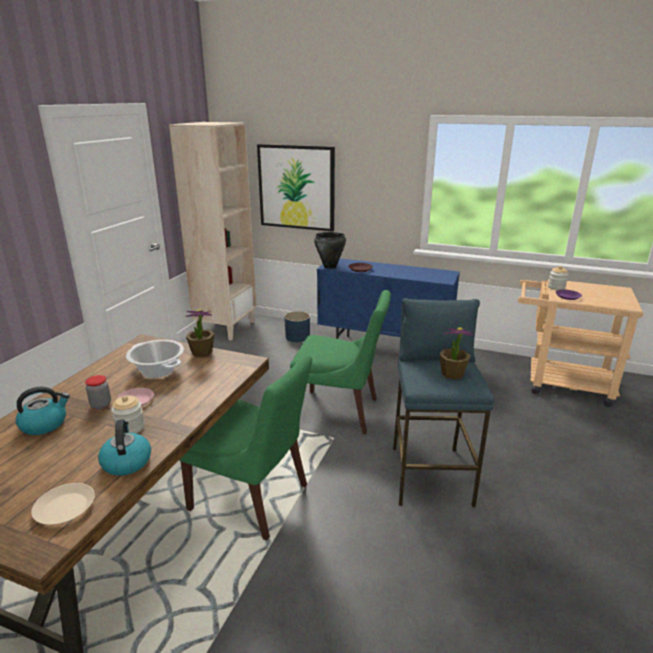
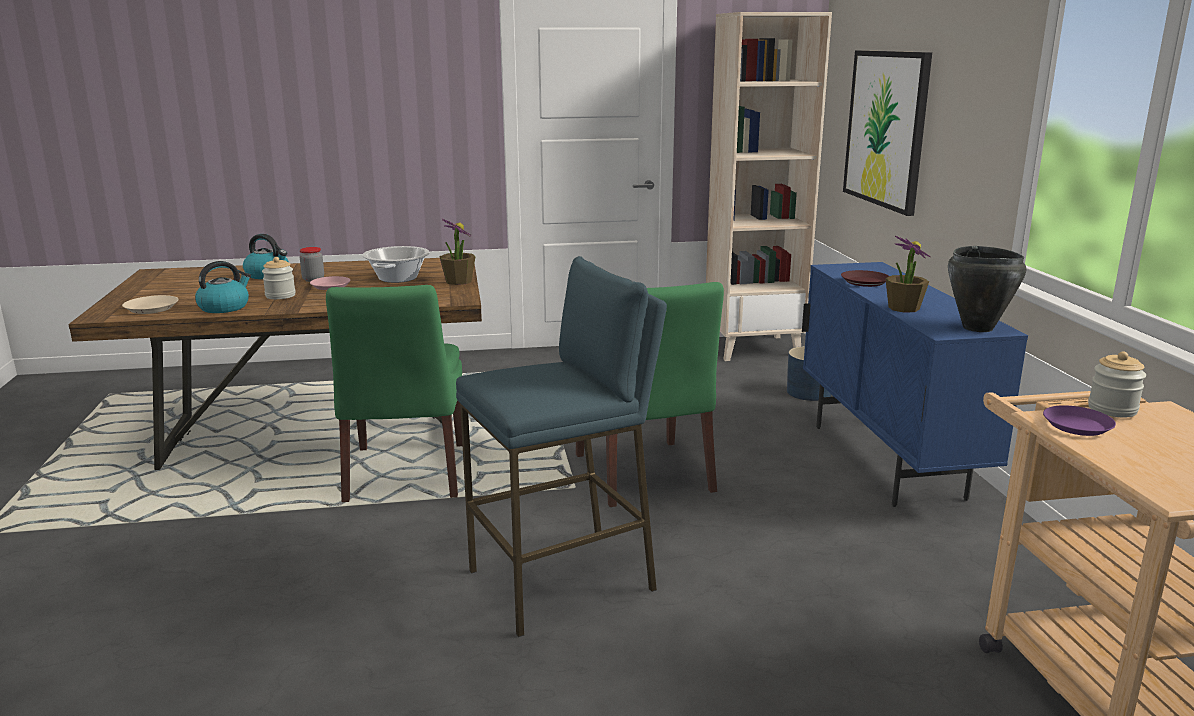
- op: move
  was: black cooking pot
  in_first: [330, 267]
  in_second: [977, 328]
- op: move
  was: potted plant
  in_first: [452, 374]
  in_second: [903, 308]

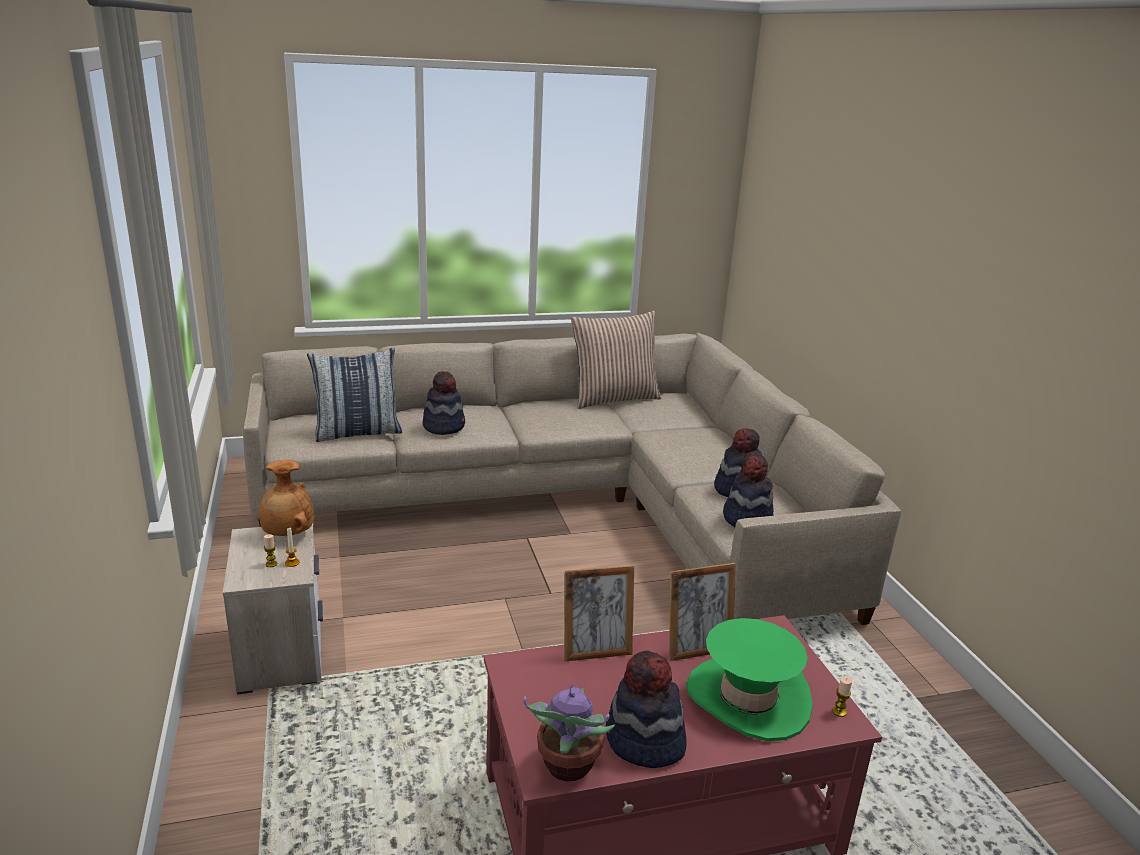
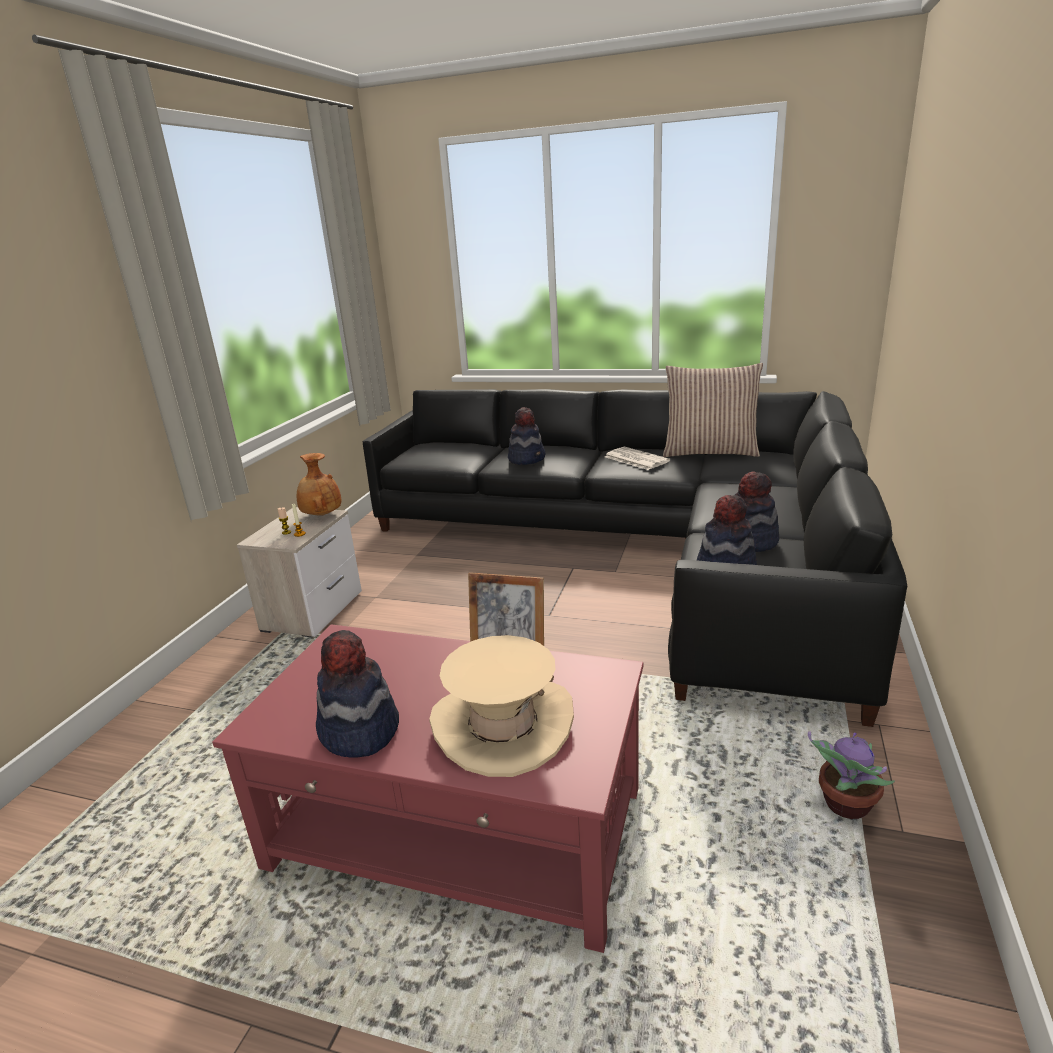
- op: recolor
  was: beige sofa
  now: black sofa
  in_first: [574, 504]
  in_second: [643, 548]
- op: delete
  was: pillow
  in_first: [357, 432]
- op: move
  was: potted plant
  in_first: [567, 767]
  in_second: [845, 806]
- op: delete
  was: picture frame
  in_first: [596, 651]
- op: recolor
  was: green hat
  now: beige hat
  in_first: [748, 698]
  in_second: [503, 725]
- op: delete
  was: candle
  in_first: [839, 712]
- op: insert
  now: newspaper
  in_second: [635, 459]

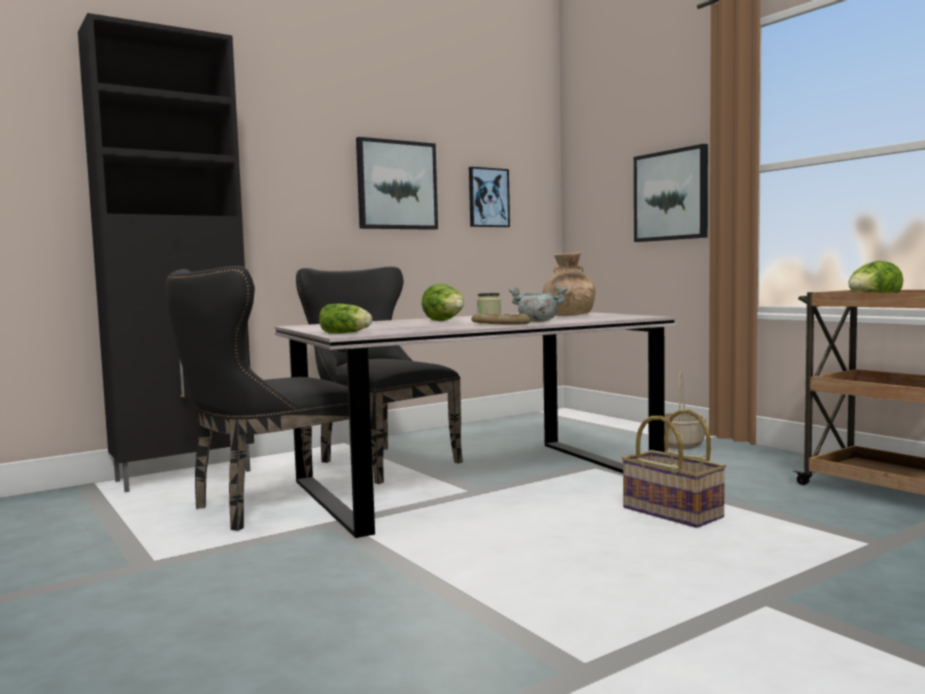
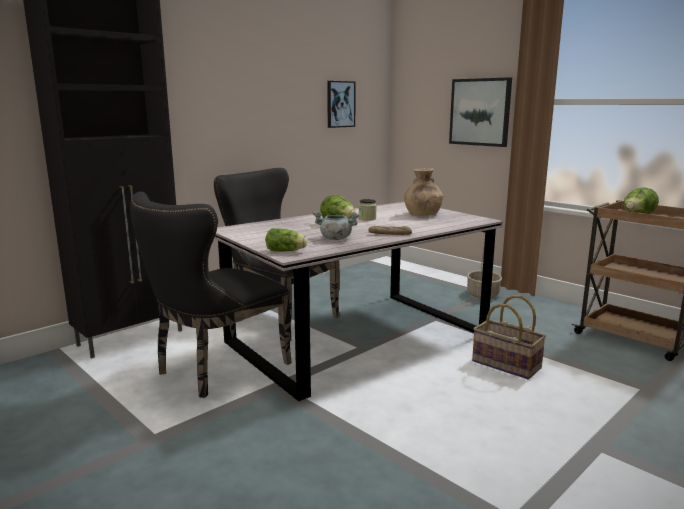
- op: delete
  was: picture
  in_first: [396, 185]
- op: move
  was: grey cooking pot
  in_first: [537, 321]
  in_second: [335, 238]

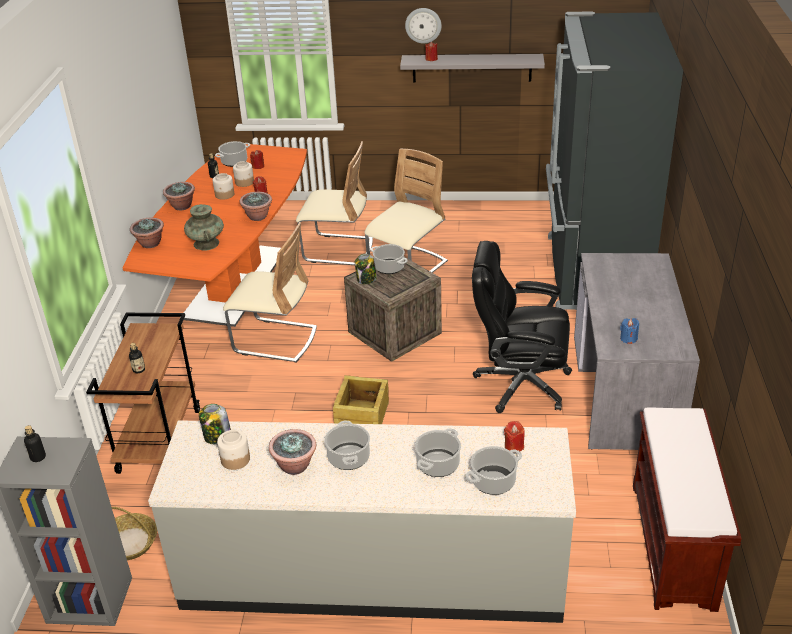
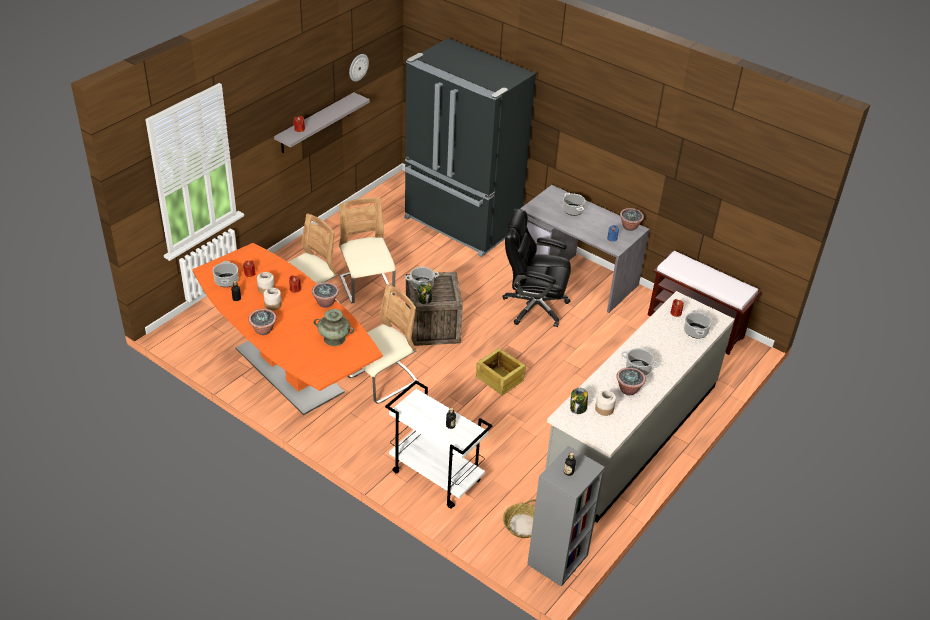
- op: recolor
  was: brown cart
  now: white cart
  in_first: [159, 440]
  in_second: [435, 476]
- op: move
  was: potted plant
  in_first: [150, 244]
  in_second: [630, 227]
- op: move
  was: wall clock
  in_first: [423, 25]
  in_second: [358, 67]
- op: move
  was: cooking pot
  in_first: [438, 464]
  in_second: [572, 210]
- op: rotate
  was: black office chair
  in_first: [520, 384]
  in_second: [533, 306]
  clockwise: 60

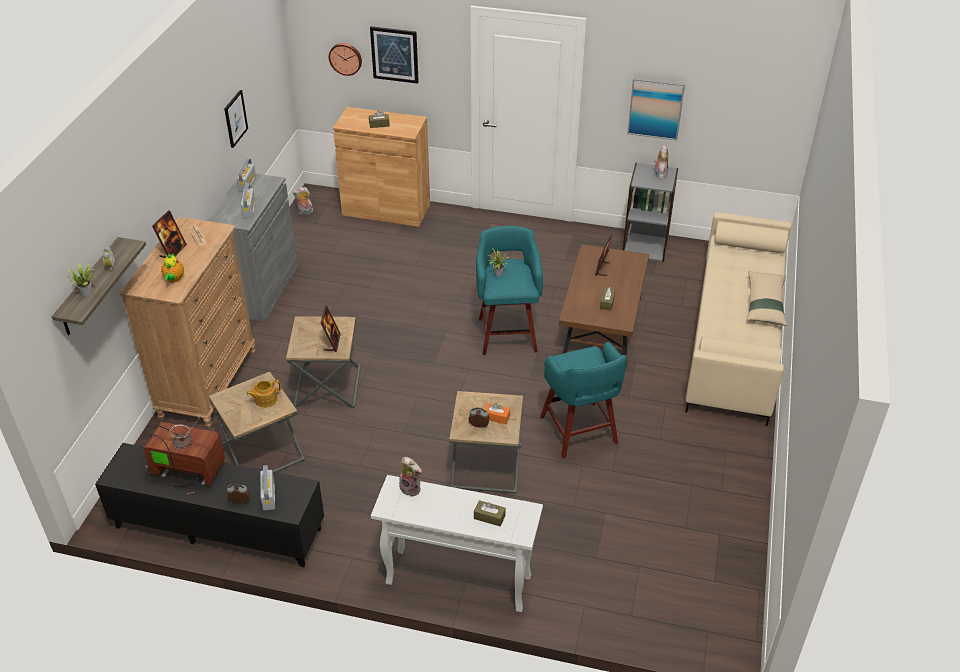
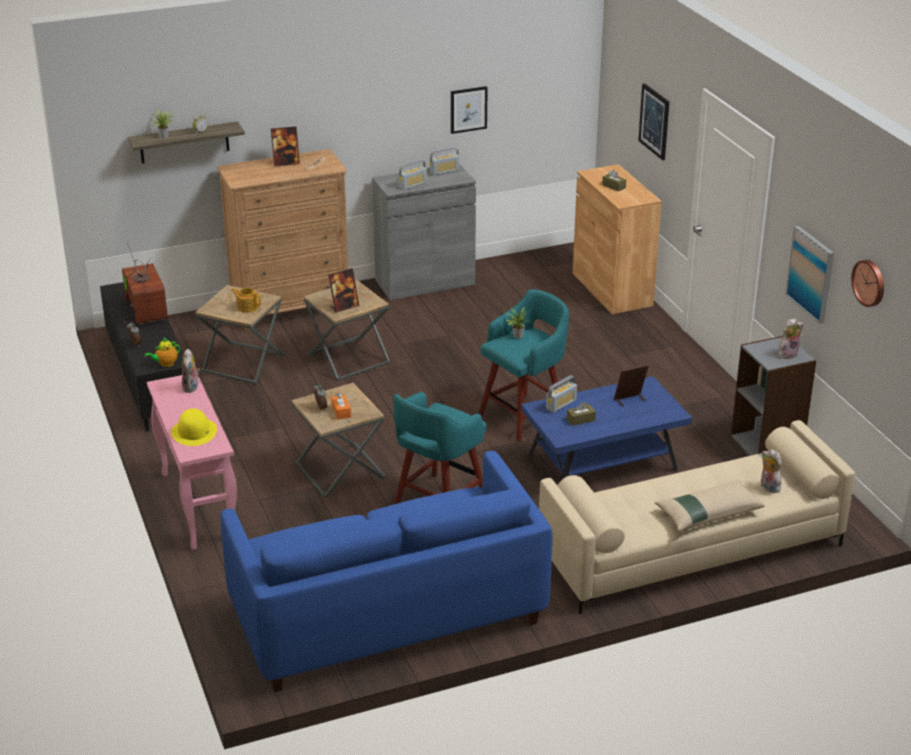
- op: move
  was: teapot
  in_first: [174, 279]
  in_second: [165, 364]
- op: move
  was: radio
  in_first: [269, 496]
  in_second: [561, 404]
- op: move
  was: plush toy
  in_first: [304, 212]
  in_second: [768, 487]
- op: move
  was: wall clock
  in_first: [345, 58]
  in_second: [870, 282]
- op: recolor
  was: white console table
  now: pink console table
  in_first: [457, 580]
  in_second: [197, 506]
- op: replace
  was: brown tissue box
  now: yellow hat
  in_first: [489, 517]
  in_second: [194, 432]
- op: recolor
  was: brown coffee table
  now: blue coffee table
  in_first: [602, 326]
  in_second: [602, 463]
- op: insert
  now: blue sofa
  in_second: [386, 614]

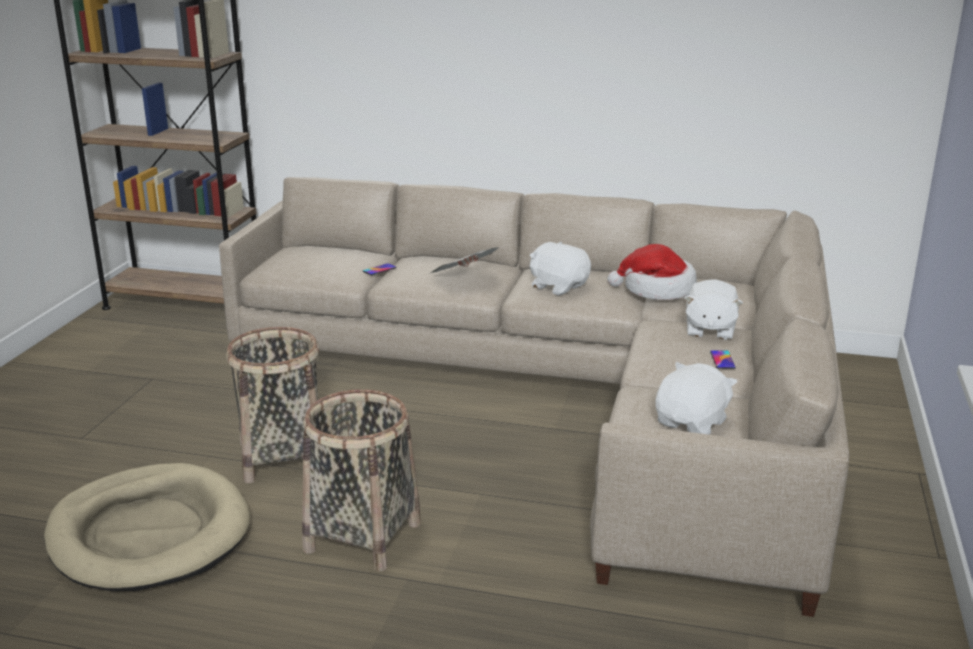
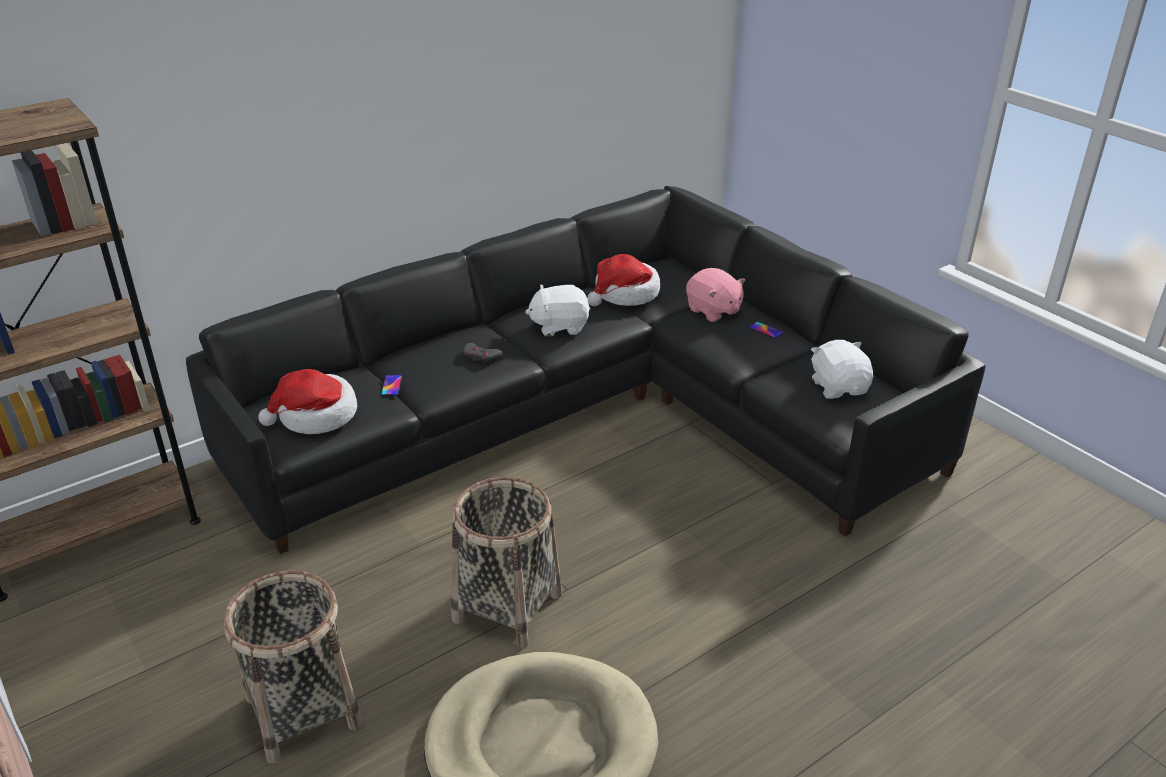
- op: recolor
  was: beige sofa
  now: black sofa
  in_first: [570, 395]
  in_second: [597, 415]
- op: move
  was: basket
  in_first: [362, 537]
  in_second: [303, 712]
- op: replace
  was: newspaper
  now: grey game controller
  in_first: [463, 278]
  in_second: [481, 356]
- op: recolor
  was: white plush toy
  now: pink plush toy
  in_first: [709, 330]
  in_second: [713, 311]
- op: insert
  now: hat
  in_second: [315, 416]

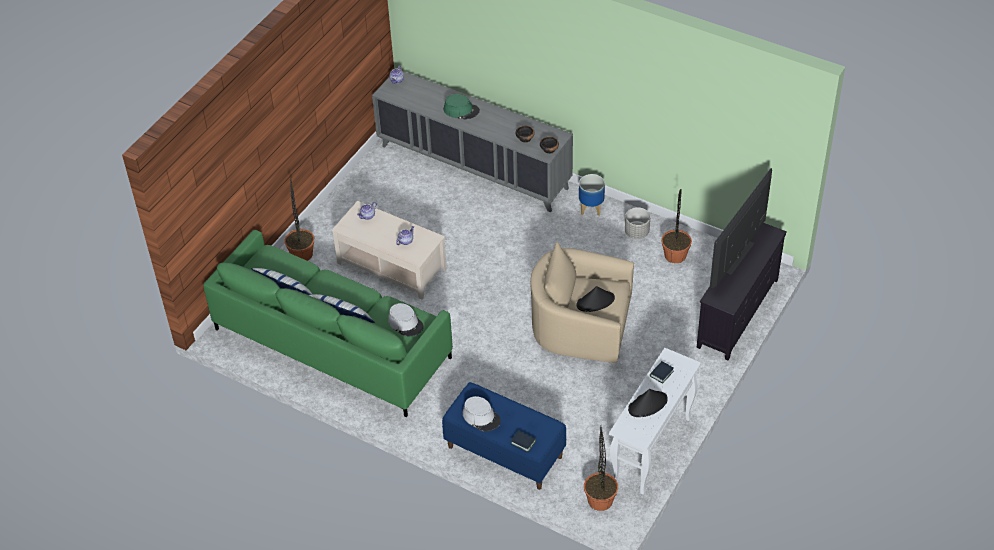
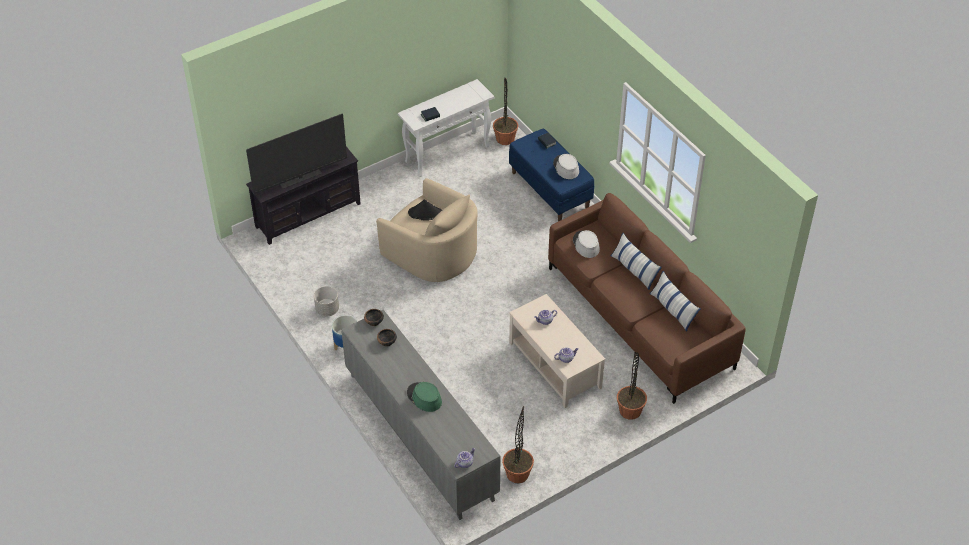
- op: recolor
  was: green sofa
  now: brown sofa
  in_first: [332, 343]
  in_second: [639, 317]
- op: delete
  was: black hat
  in_first: [648, 404]
- op: move
  was: potted plant
  in_first: [675, 255]
  in_second: [517, 474]

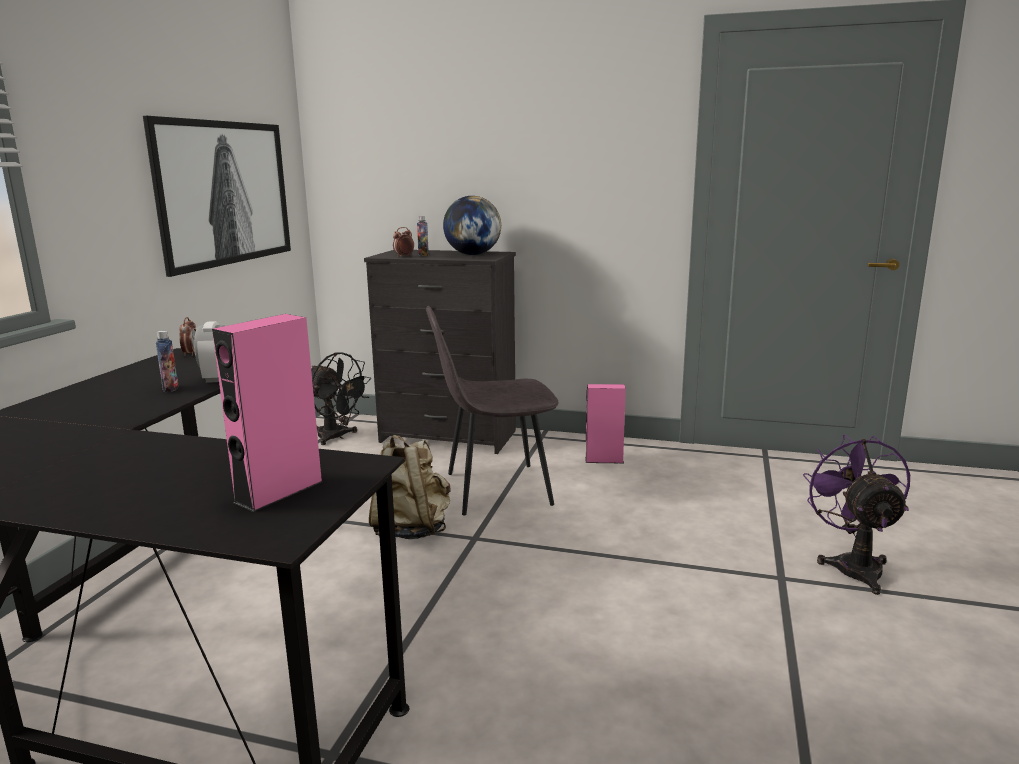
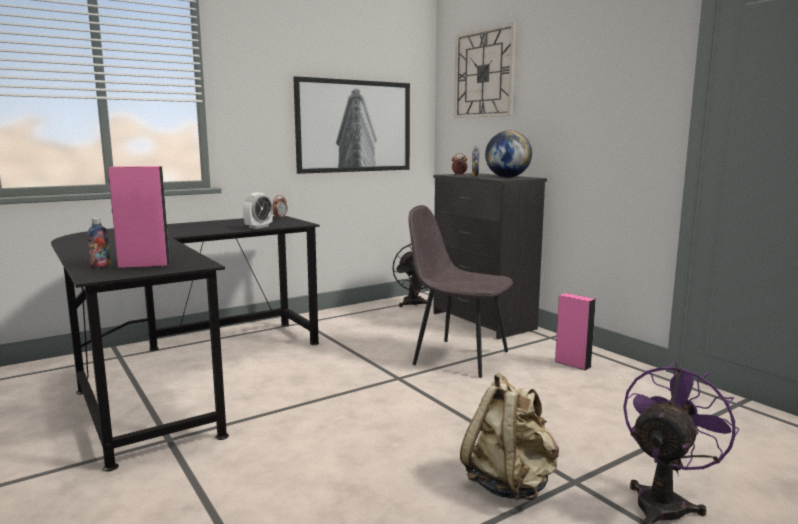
- op: move
  was: bottle
  in_first: [170, 389]
  in_second: [101, 267]
- op: move
  was: beige backpack
  in_first: [411, 529]
  in_second: [509, 484]
- op: insert
  now: wall clock
  in_second: [484, 73]

